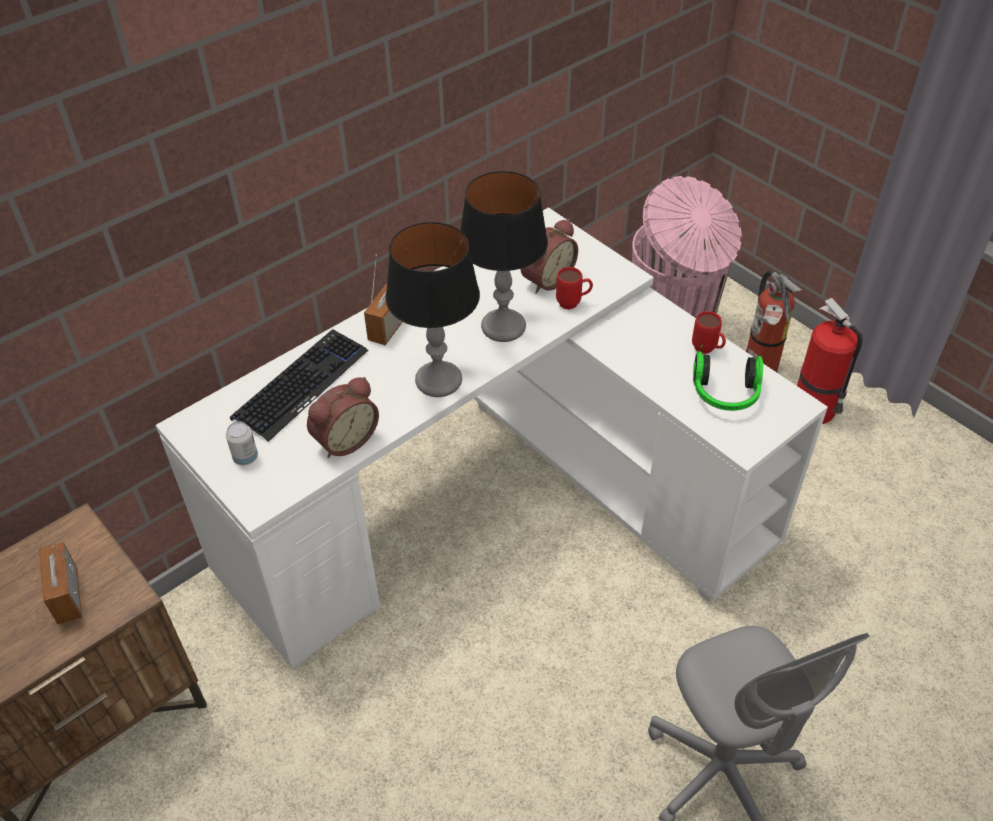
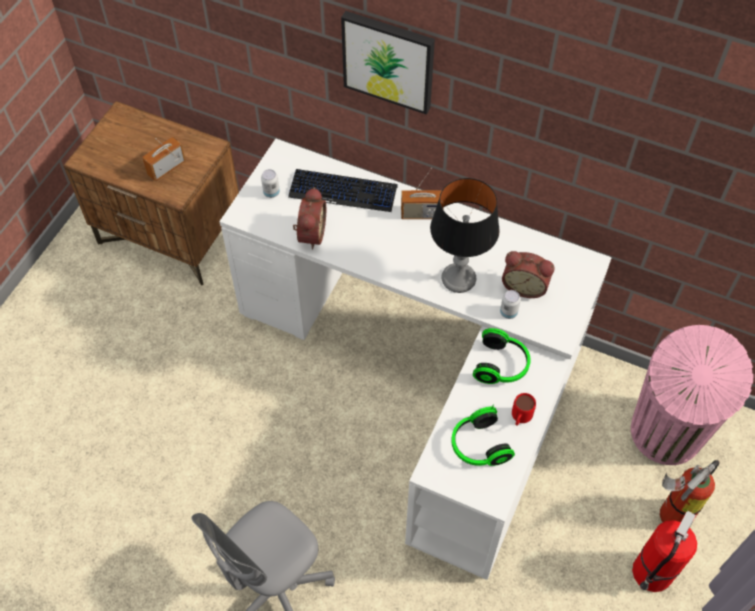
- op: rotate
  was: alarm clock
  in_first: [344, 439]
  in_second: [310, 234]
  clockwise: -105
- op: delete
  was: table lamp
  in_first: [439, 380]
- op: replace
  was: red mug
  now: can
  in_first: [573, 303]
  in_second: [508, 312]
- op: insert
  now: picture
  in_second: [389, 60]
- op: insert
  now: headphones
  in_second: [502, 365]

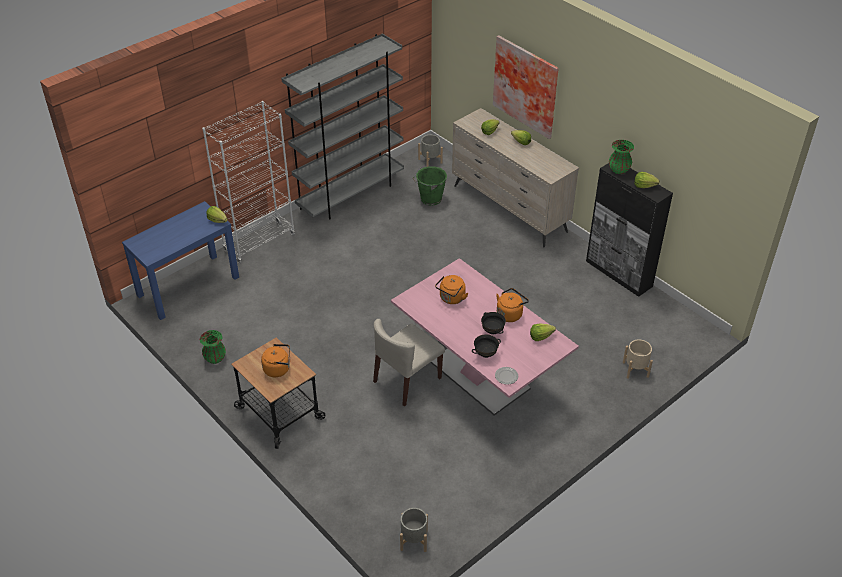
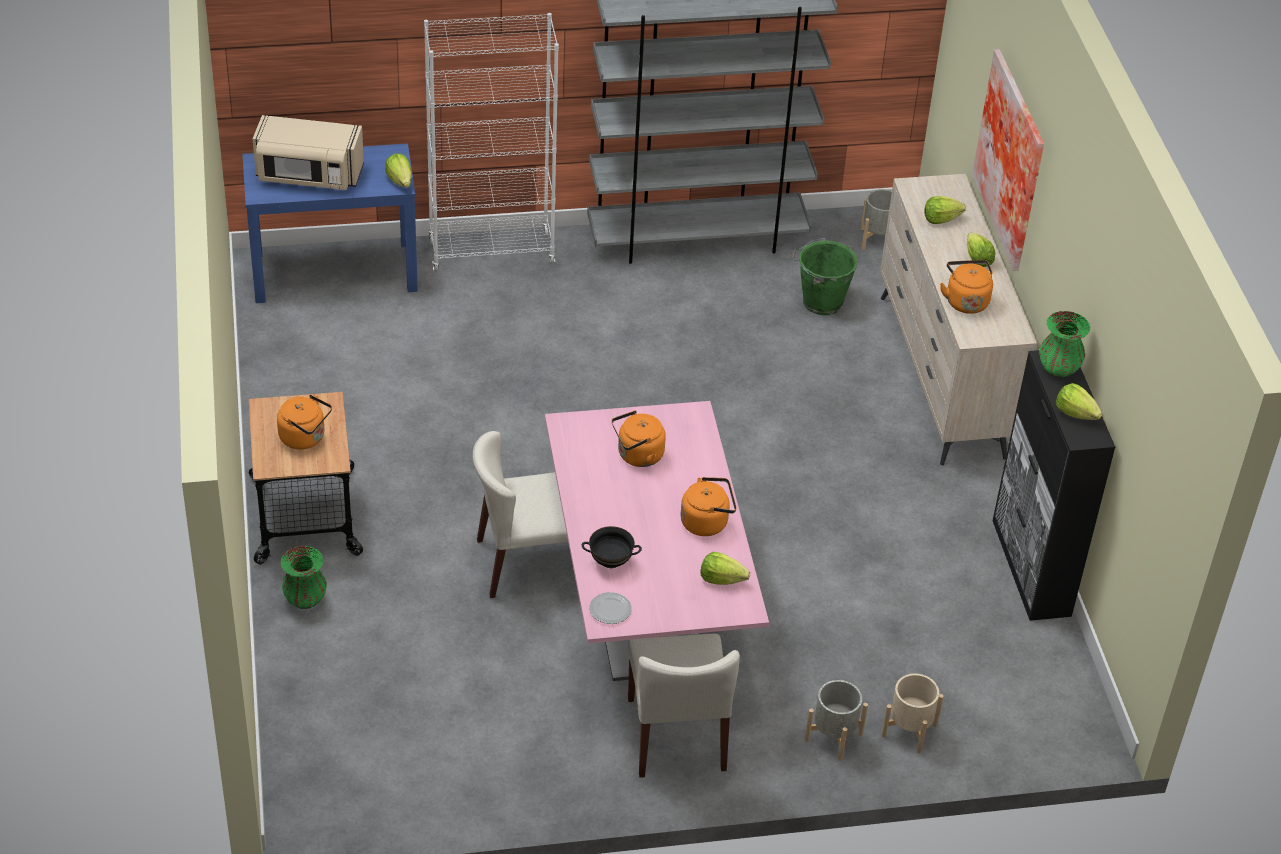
- op: move
  was: green vase
  in_first: [215, 358]
  in_second: [305, 599]
- op: move
  was: grey planter
  in_first: [414, 540]
  in_second: [834, 737]
- op: delete
  was: black bowl
  in_first: [492, 331]
- op: insert
  now: beige microwave
  in_second: [309, 176]
- op: insert
  now: beige chair
  in_second: [676, 735]
- op: insert
  now: orange kettle
  in_second: [965, 300]

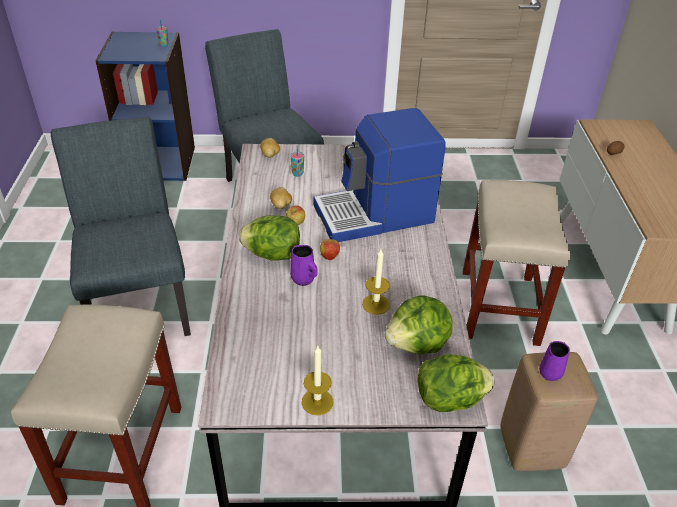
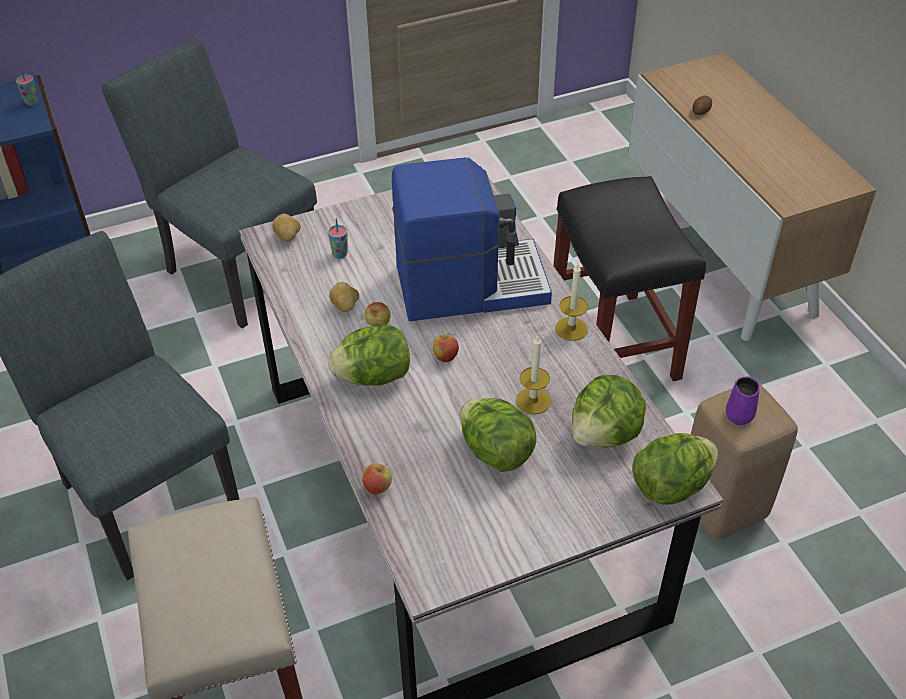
- op: delete
  was: purple mug
  in_first: [304, 279]
- op: move
  was: candle
  in_first: [317, 402]
  in_second: [571, 329]
- op: rotate
  was: coffee machine
  in_first: [375, 215]
  in_second: [470, 284]
  clockwise: -150
- op: recolor
  was: beige stool
  now: black stool
  in_first: [499, 307]
  in_second: [614, 345]
- op: insert
  now: apple
  in_second: [378, 488]
- op: insert
  now: lettuce
  in_second: [496, 452]

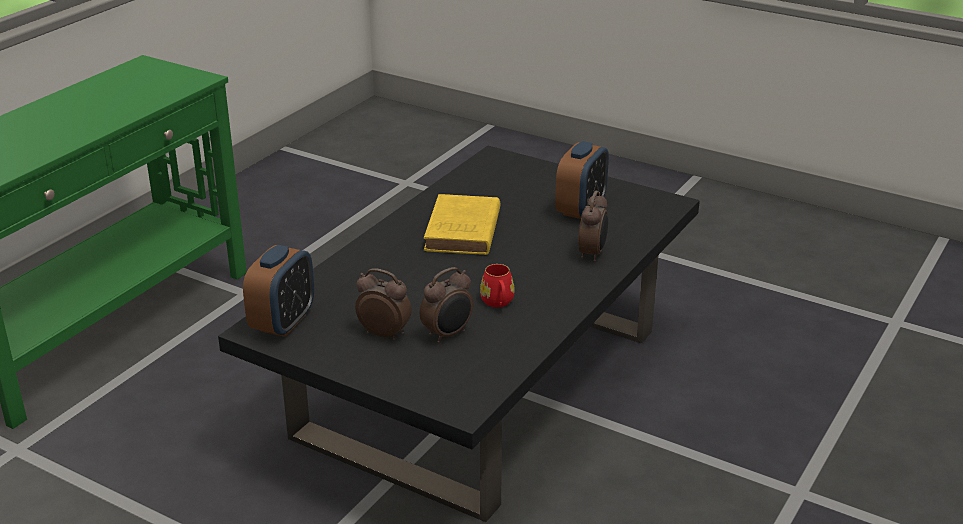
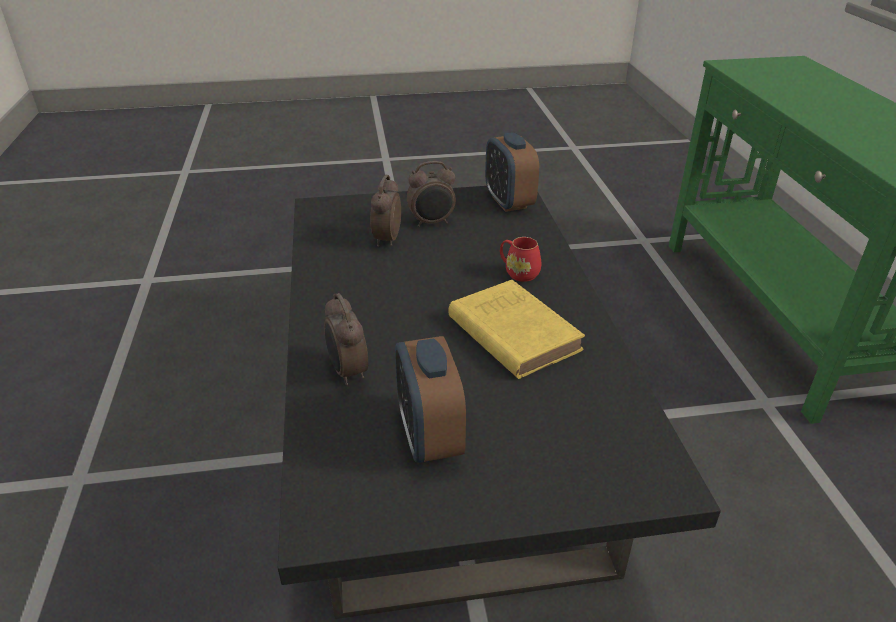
- op: move
  was: red mug
  in_first: [498, 303]
  in_second: [518, 272]

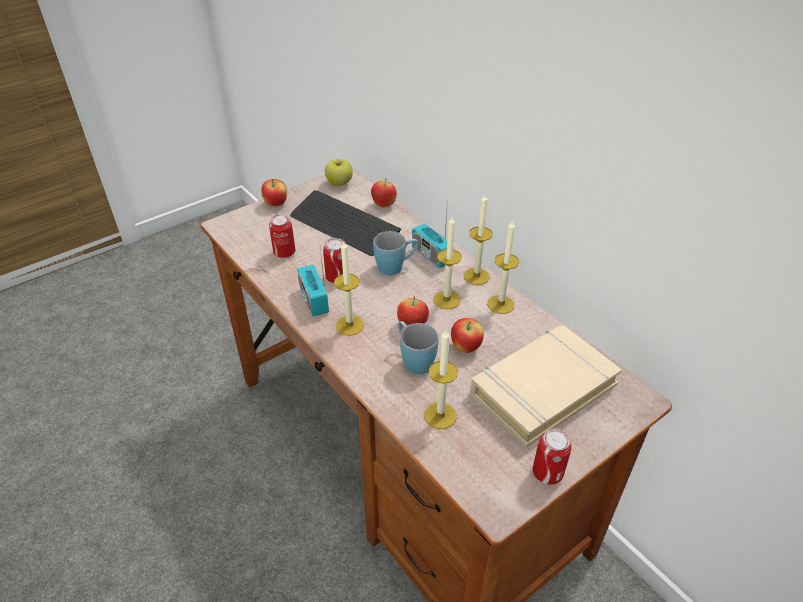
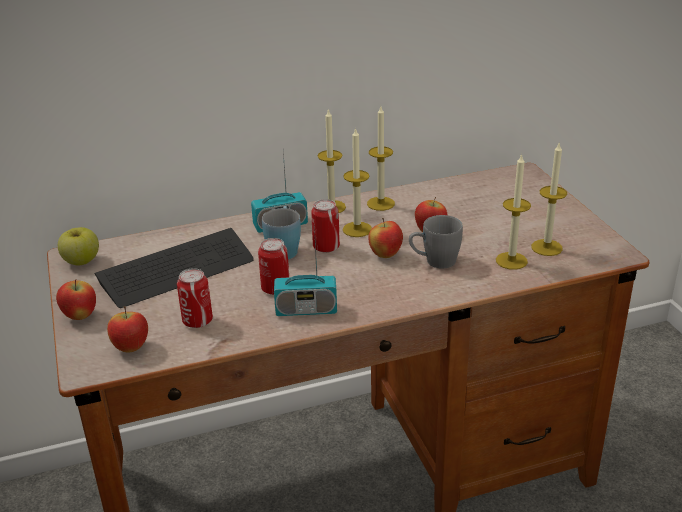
- op: move
  was: candle
  in_first: [349, 325]
  in_second: [546, 247]
- op: move
  was: apple
  in_first: [384, 205]
  in_second: [131, 348]
- op: recolor
  was: blue mug
  now: grey mug
  in_first: [413, 360]
  in_second: [434, 262]
- op: delete
  was: beige book
  in_first: [542, 389]
- op: move
  was: can
  in_first: [547, 472]
  in_second: [326, 247]

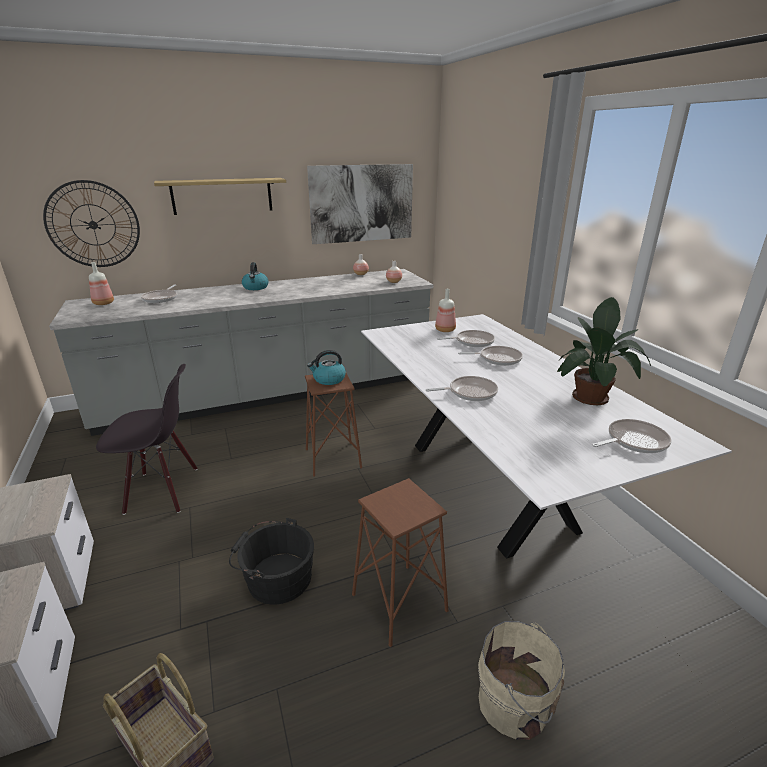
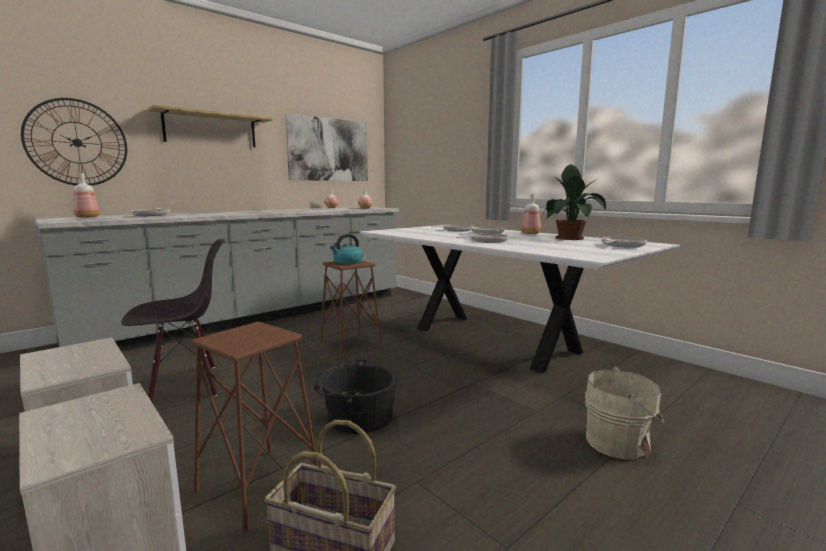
- op: delete
  was: kettle
  in_first: [255, 287]
- op: move
  was: brown stool
  in_first: [399, 603]
  in_second: [258, 486]
- op: move
  was: bottle
  in_first: [445, 330]
  in_second: [530, 233]

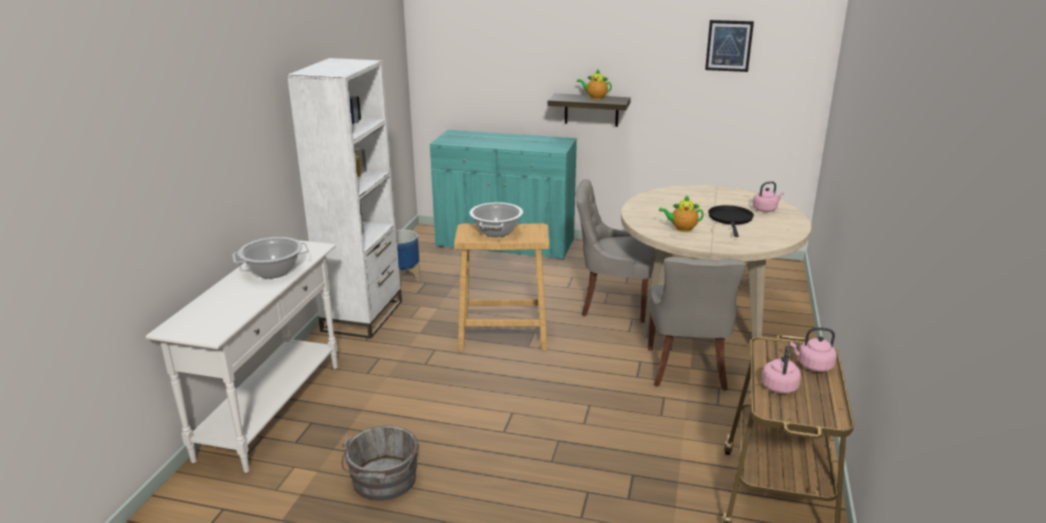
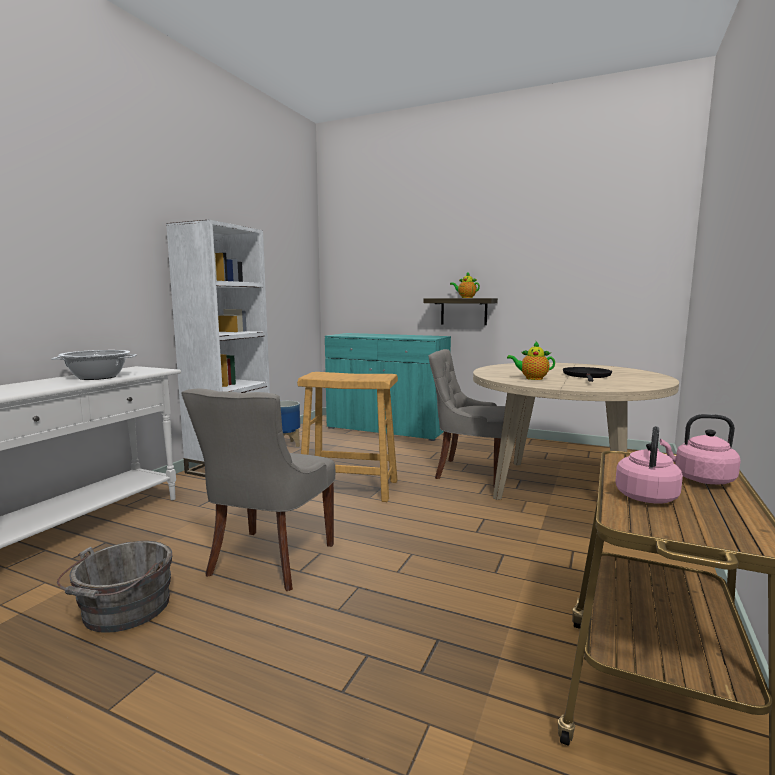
- op: delete
  was: cooking pot
  in_first: [496, 231]
- op: move
  was: grey chair
  in_first: [687, 370]
  in_second: [269, 560]
- op: delete
  was: picture
  in_first: [729, 46]
- op: delete
  was: pink kettle
  in_first: [765, 209]

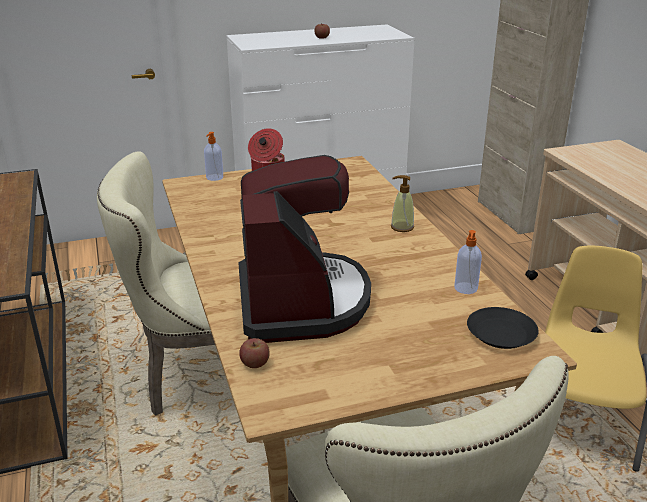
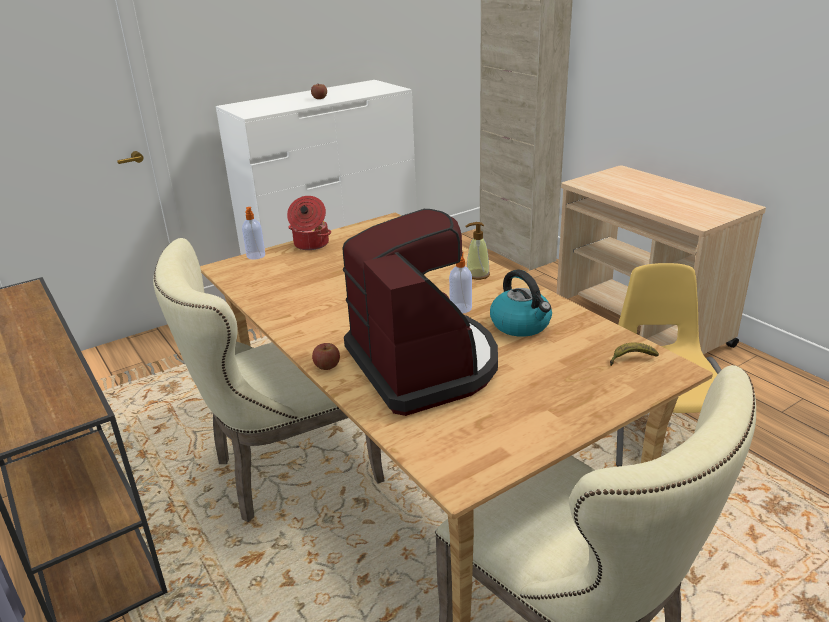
- op: move
  was: apple
  in_first: [255, 363]
  in_second: [327, 366]
- op: move
  was: soap dispenser
  in_first: [465, 289]
  in_second: [460, 309]
- op: replace
  was: black plate
  now: banana
  in_first: [500, 334]
  in_second: [631, 359]
- op: insert
  now: kettle
  in_second: [521, 325]

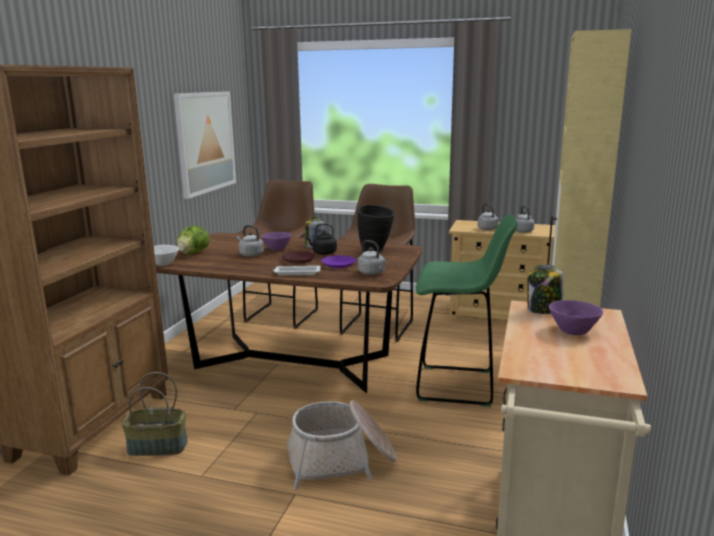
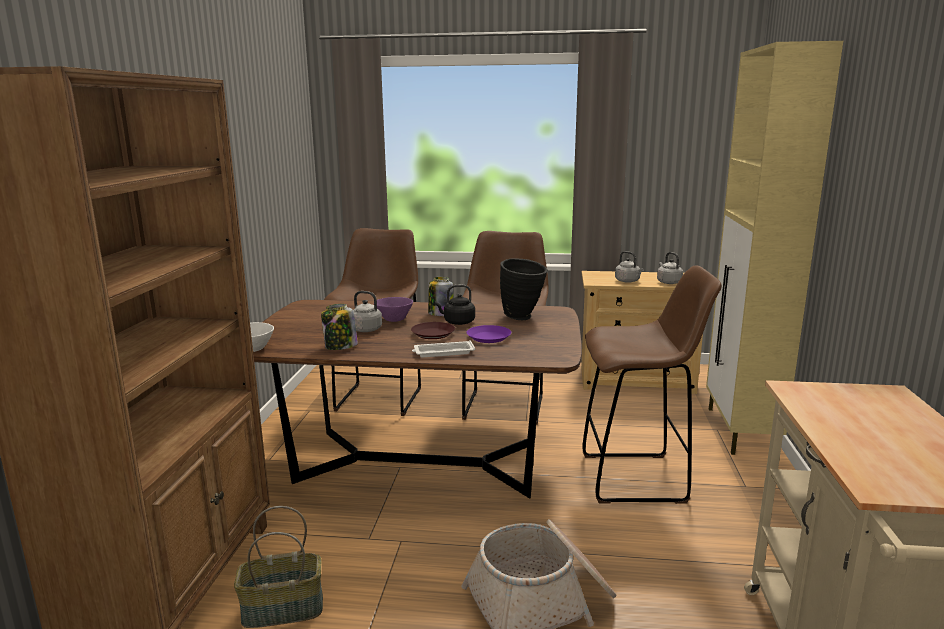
- op: delete
  was: picture
  in_first: [205, 142]
- op: delete
  was: lettuce
  in_first: [193, 253]
- op: delete
  was: grey kettle
  in_first: [372, 273]
- op: recolor
  was: green stool
  now: brown stool
  in_first: [458, 386]
  in_second: [637, 478]
- op: move
  was: jar
  in_first: [543, 310]
  in_second: [340, 346]
- op: delete
  was: purple bowl
  in_first: [574, 330]

